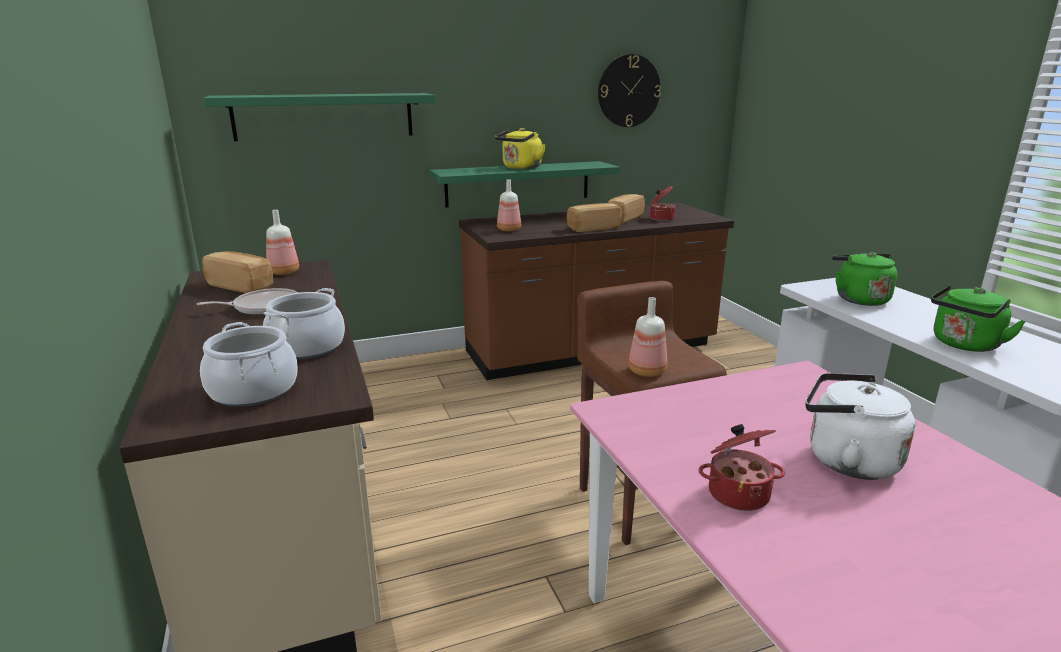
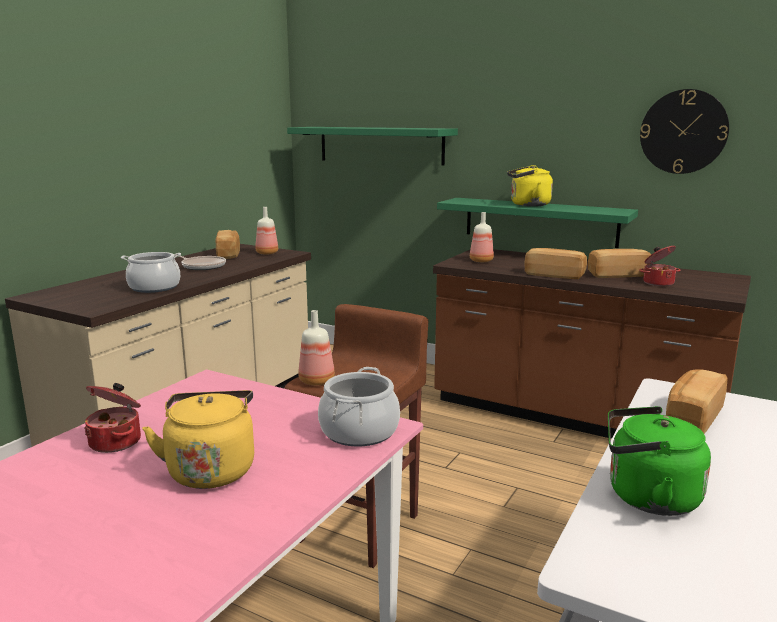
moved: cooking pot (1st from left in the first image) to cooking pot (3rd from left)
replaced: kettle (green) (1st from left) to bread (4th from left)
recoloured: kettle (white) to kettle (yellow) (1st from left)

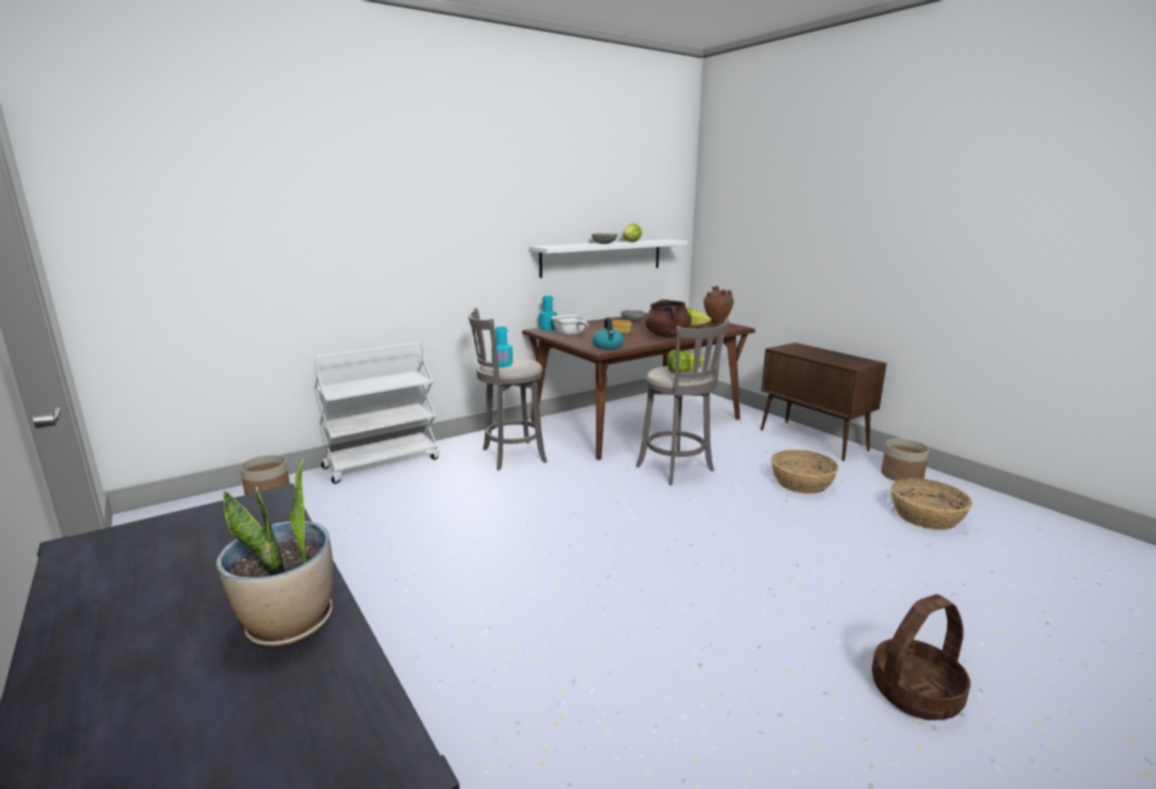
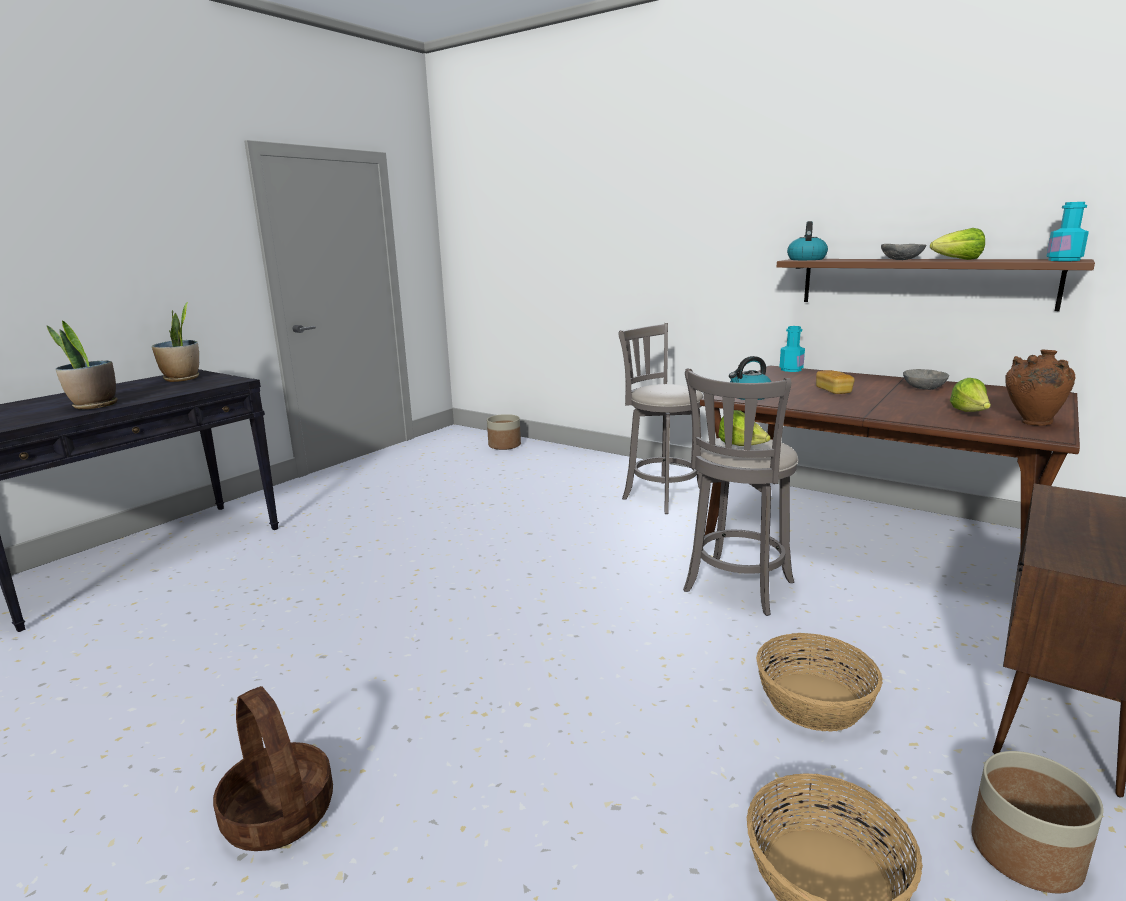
removed: cooking pot (brown); frying pan; cart (white)
added: kettle (2nd from left); potted plant (2nd from left)
moved: bottle (turquoise) (1st from left in the first image) to bottle (turquoise) (2nd from left)
recoloured: shelf (white) to shelf (brown)

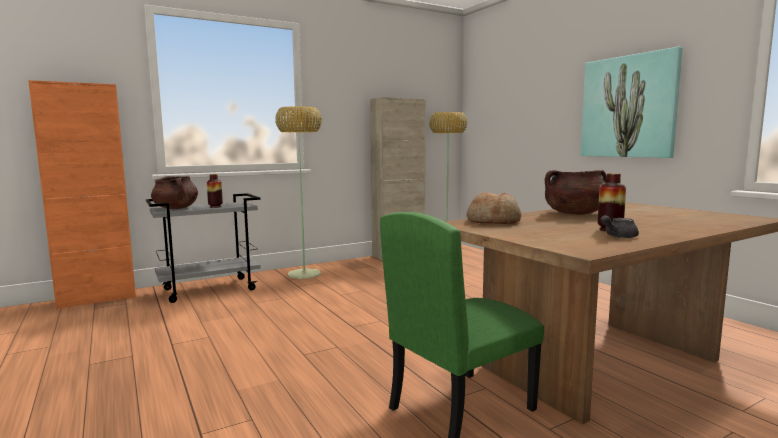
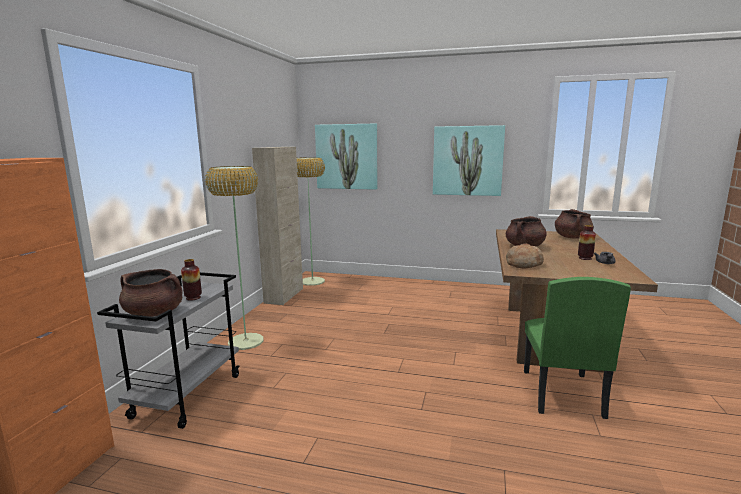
added: picture (1st from left); cooking pot (brown) (3rd from left)

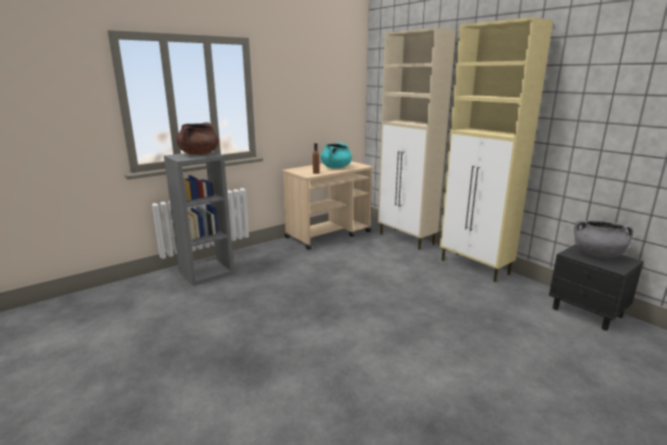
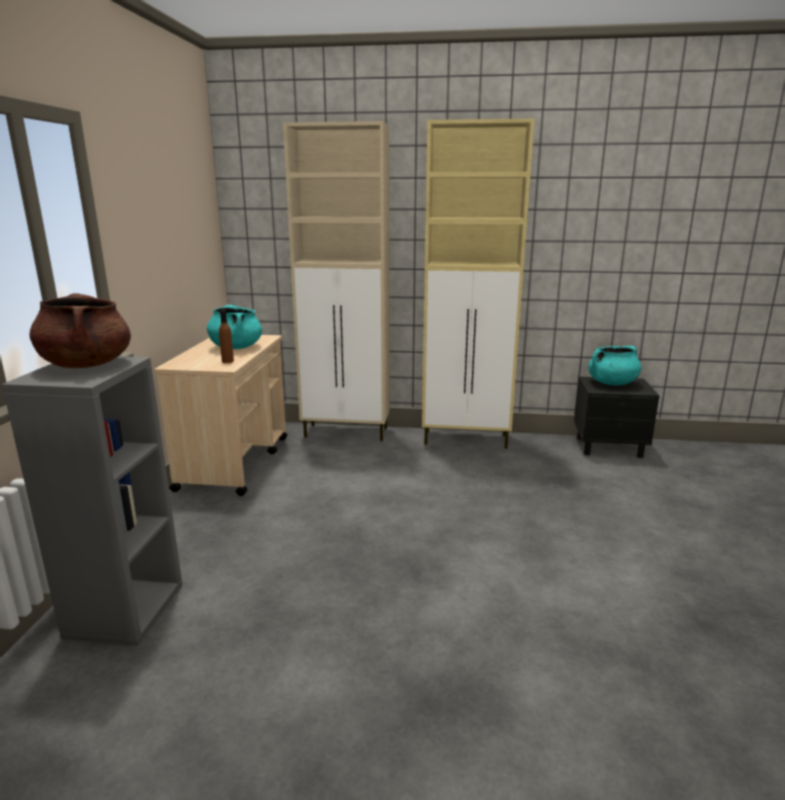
recoloured: cooking pot (grey) to cooking pot (turquoise) (2nd from left)

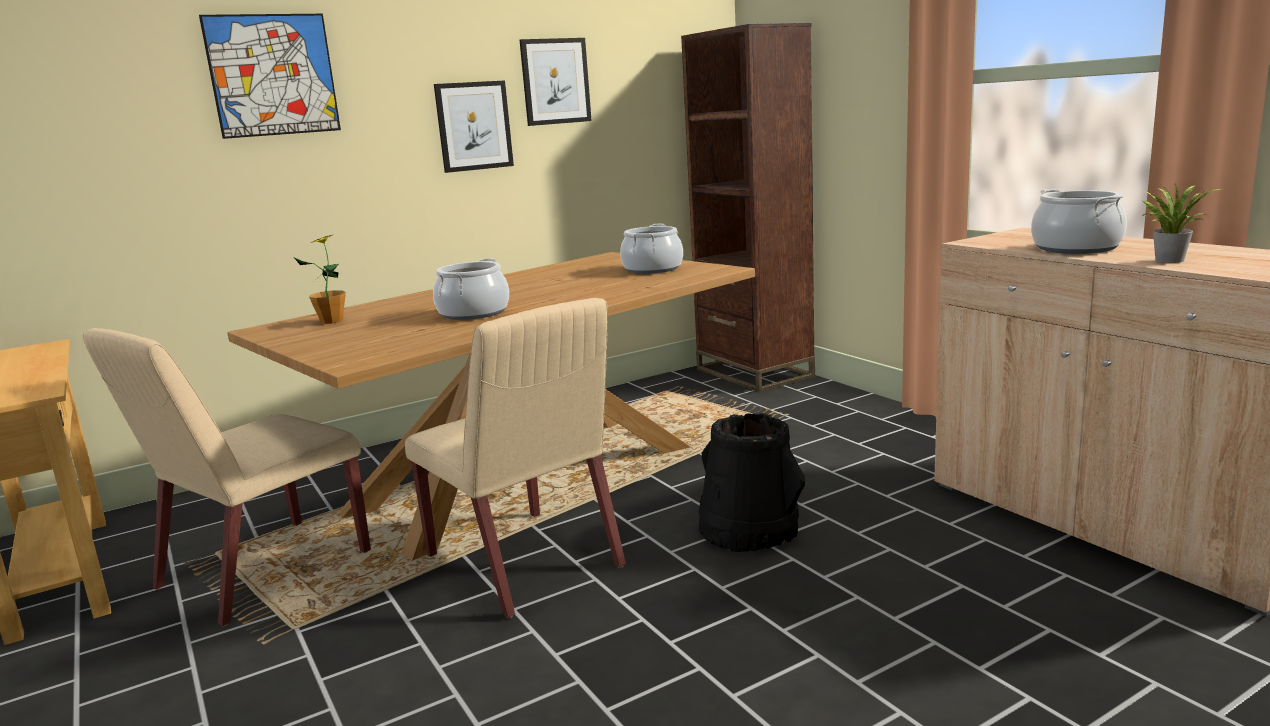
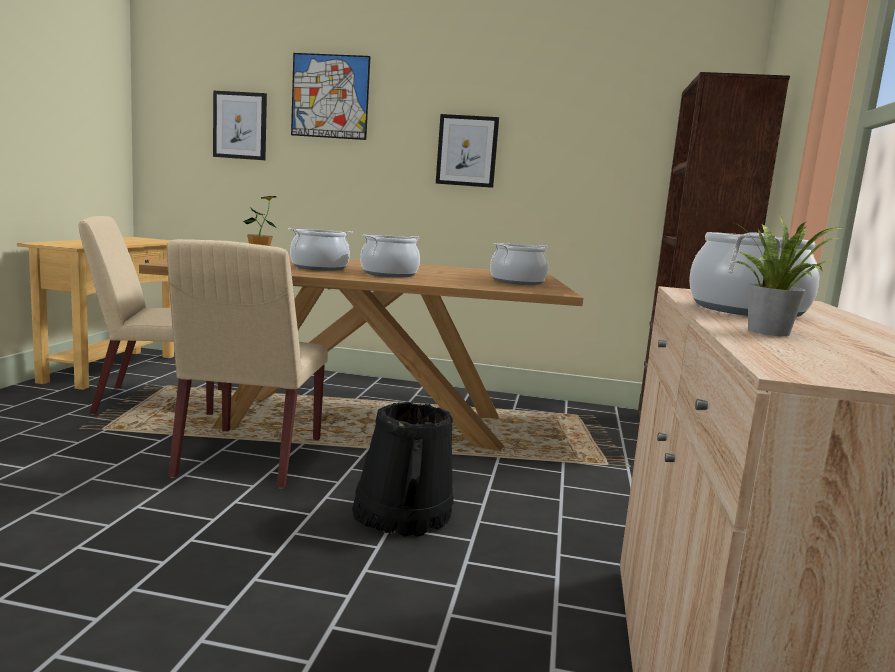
added: cooking pot (2nd from left)
moved: picture (3rd from left in the first image) to picture (1st from left)

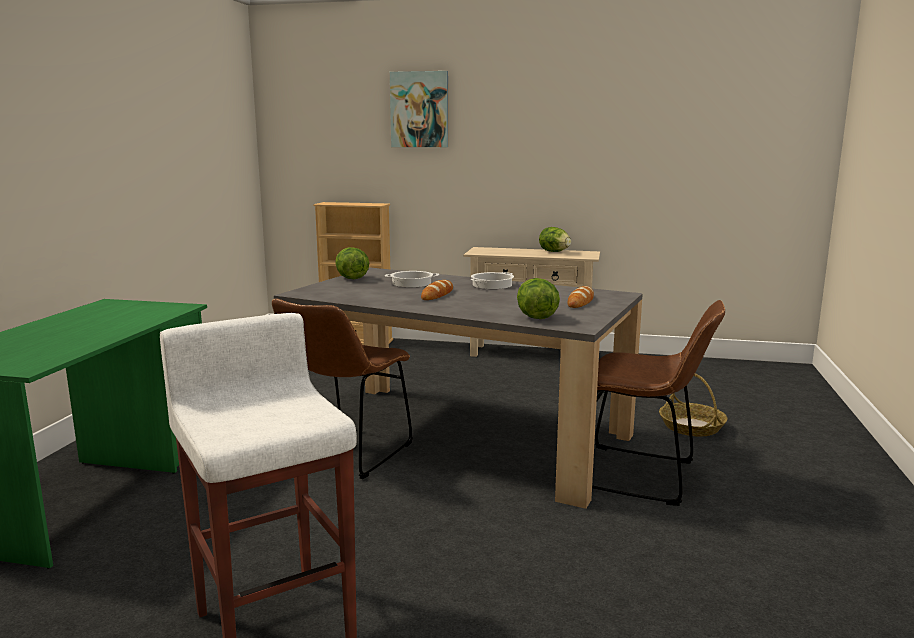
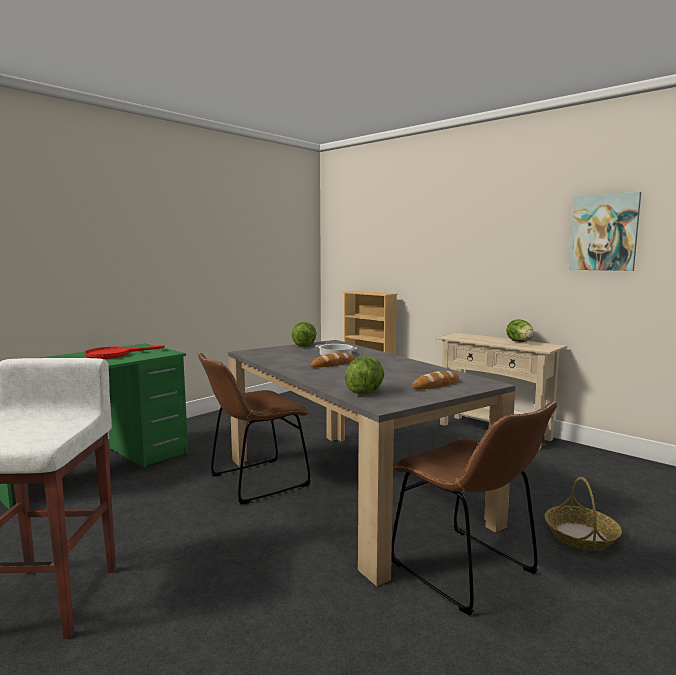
removed: cooking pot (2nd from left)
added: frying pan (red)
moved: picture

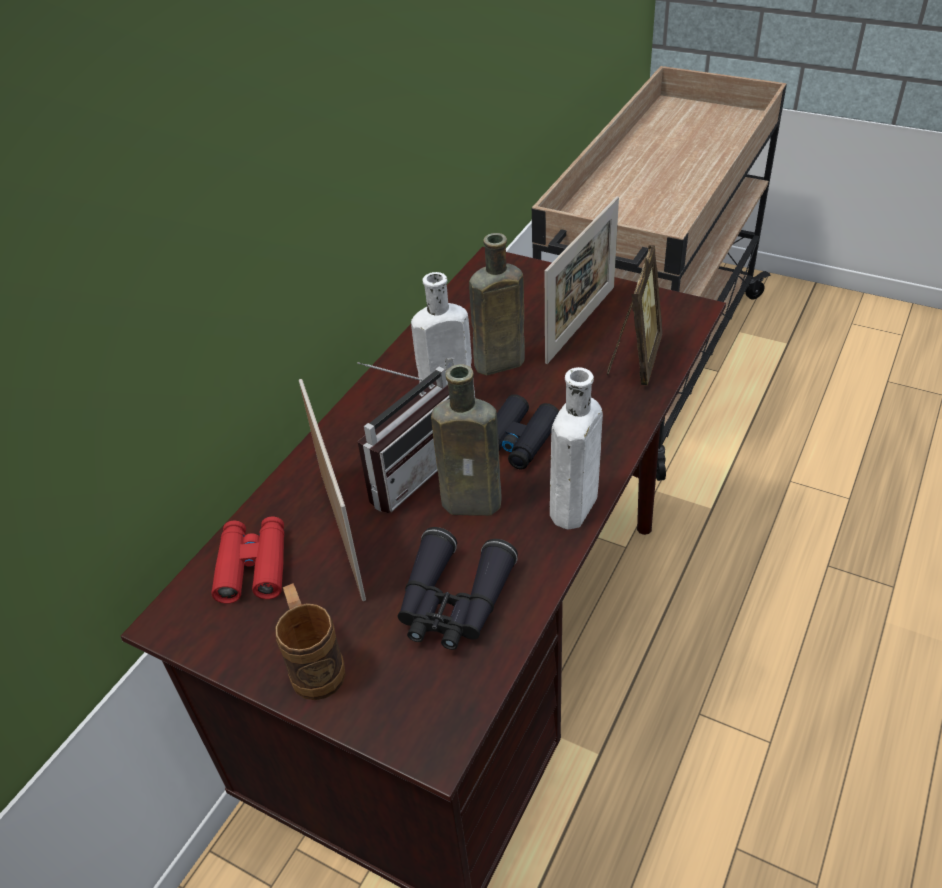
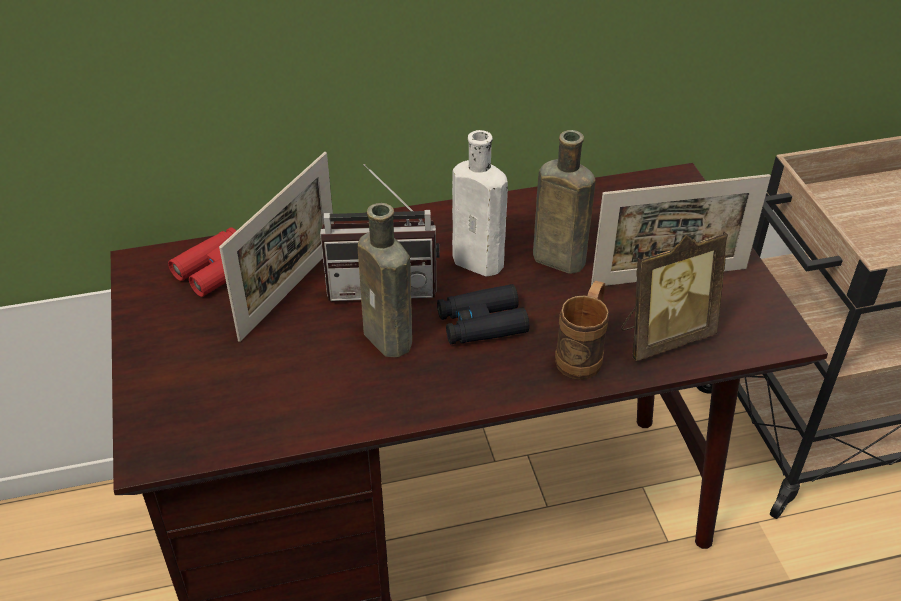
removed: bottle (white) (2nd from left); binoculars (black) (1st from left)
moved: mug (brown)

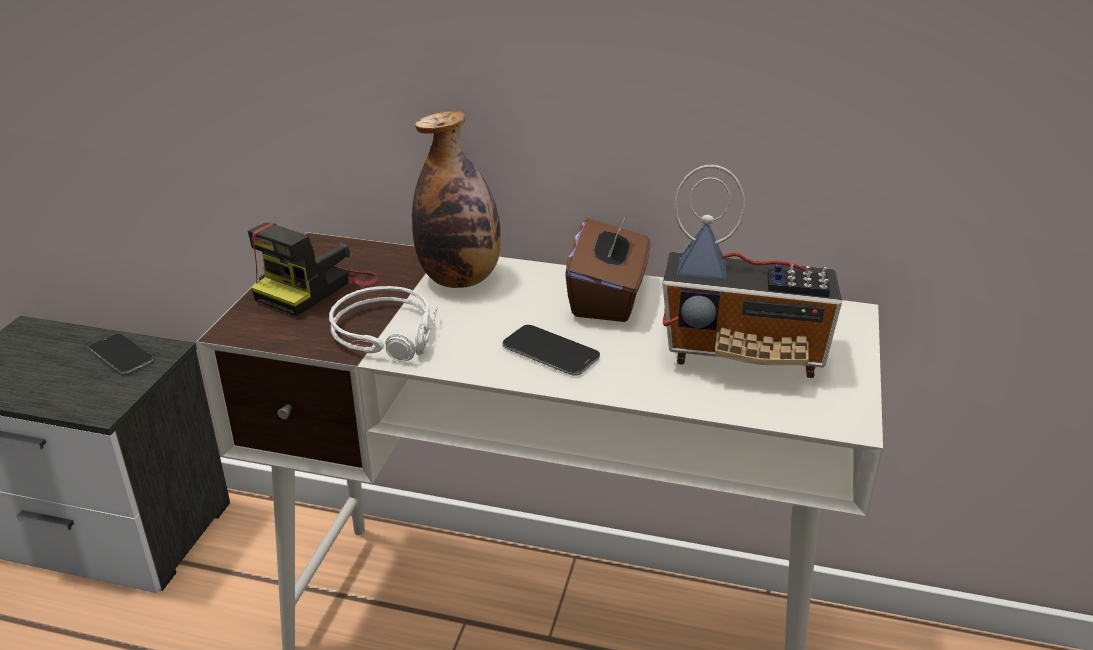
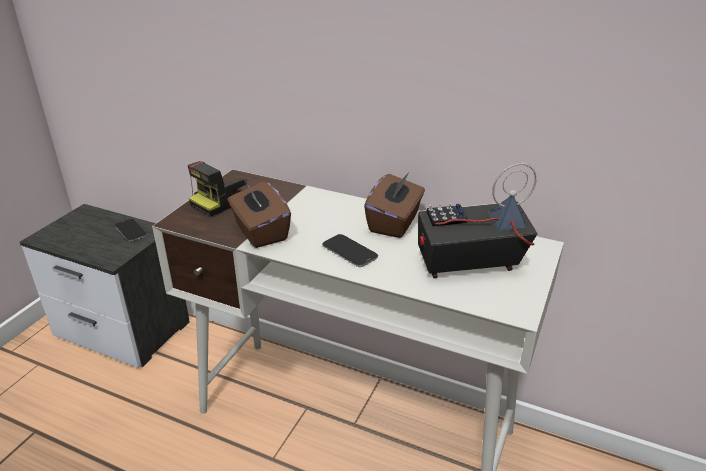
removed: bottle
replaced: headphones (grey) to tissue box (brown) (1st from left)
turned: radio 150 degrees clockwise

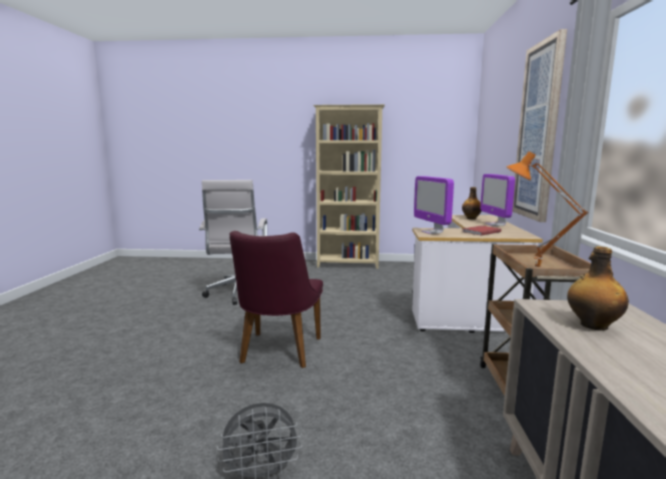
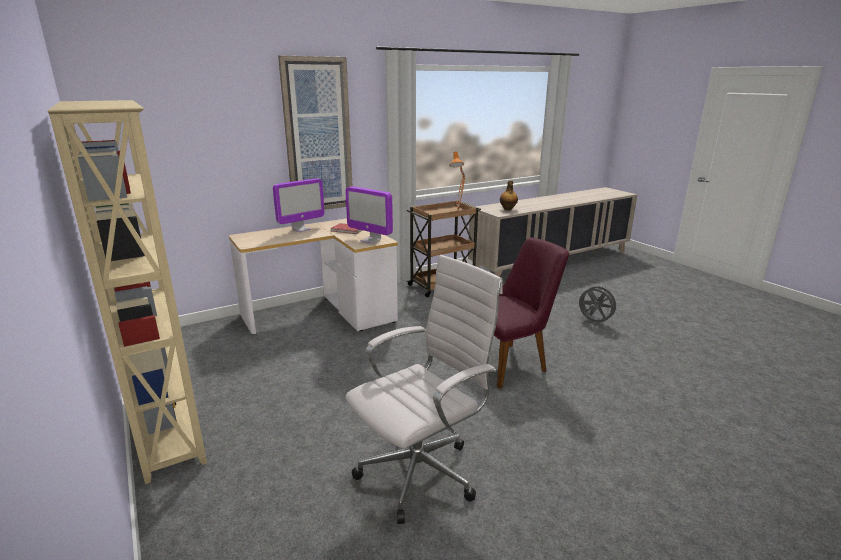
removed: bottle (1st from left)
turned: monitor (1st from left in the first image) 90 degrees clockwise

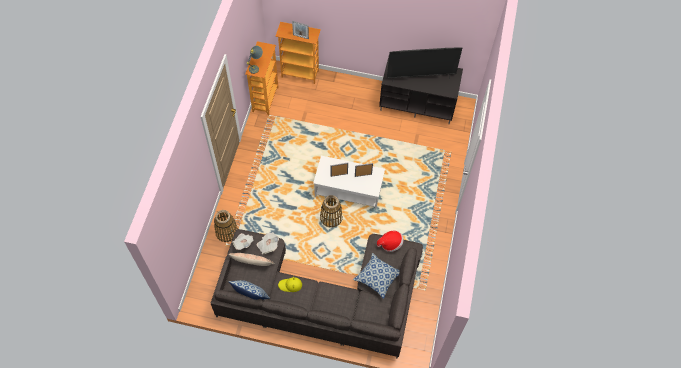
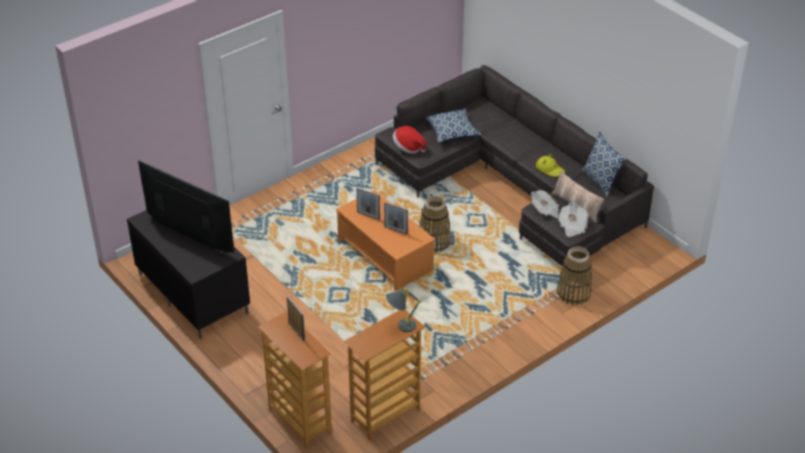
recoloured: coffee table (white) to coffee table (orange)

